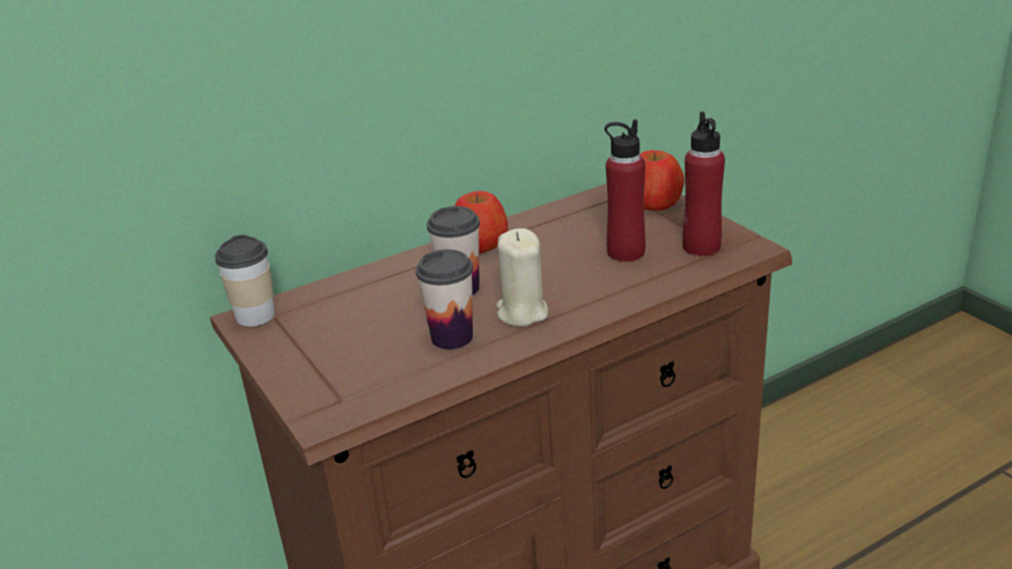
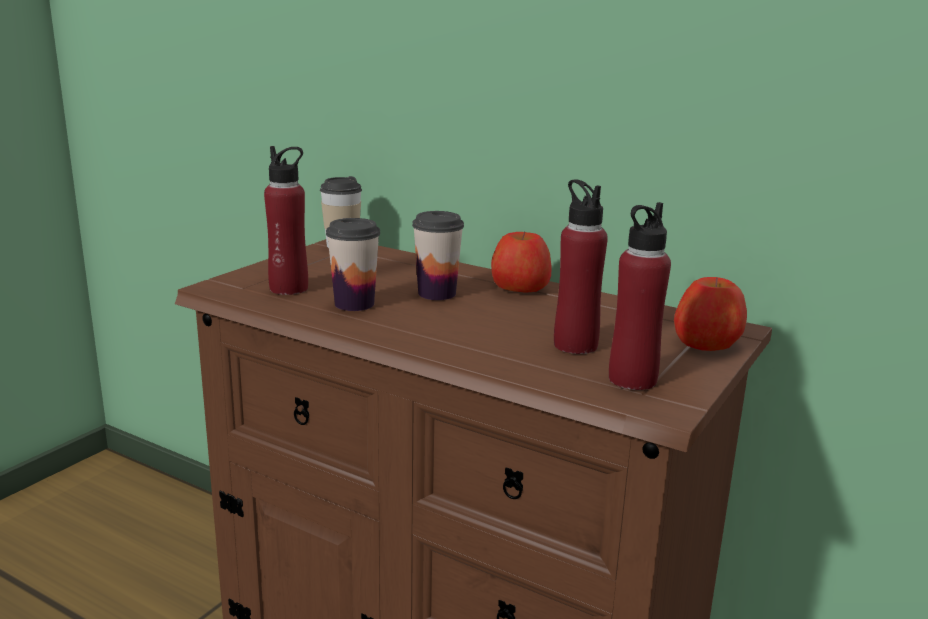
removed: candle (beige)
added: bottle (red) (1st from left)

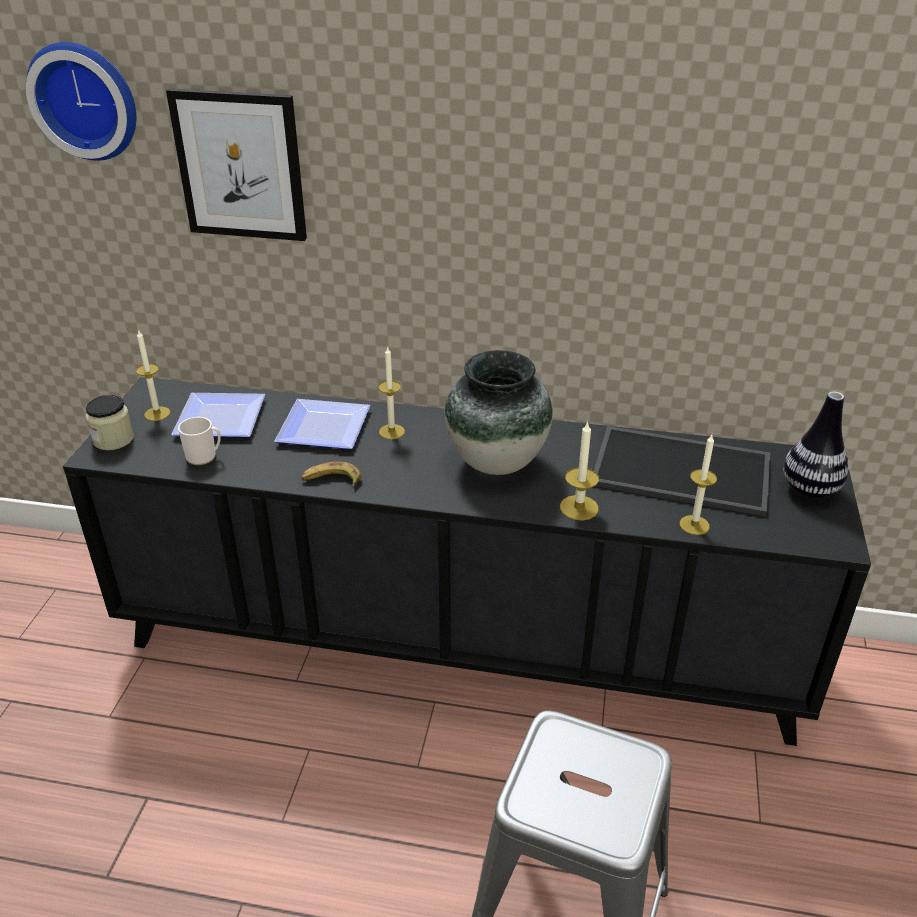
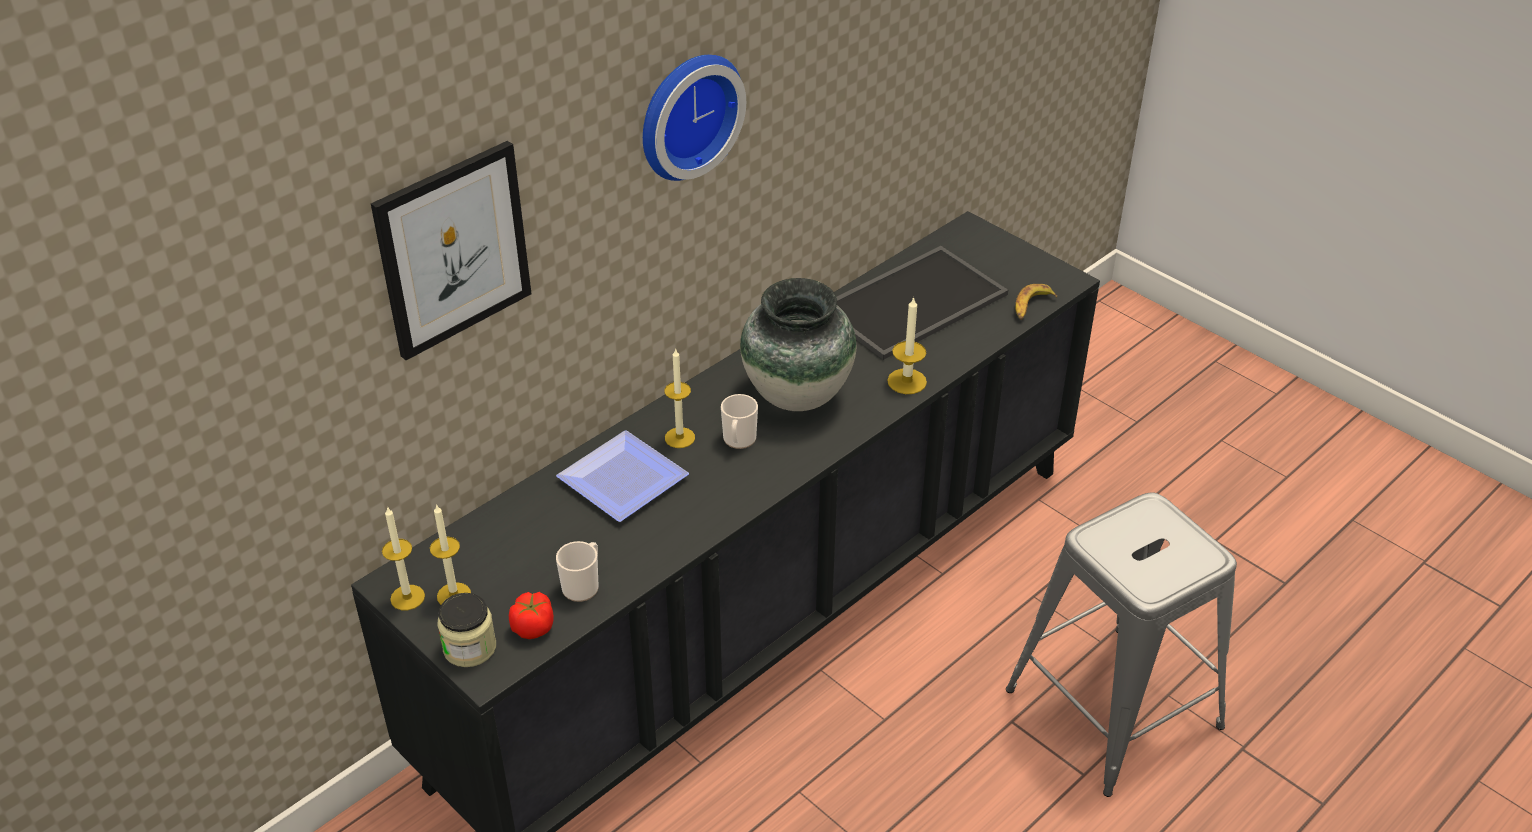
removed: vase (2nd from left); plate (1st from left)
added: mug (2nd from left); tomato
moved: wall clock; candle (4th from left in the first image) to candle (1st from left); banana

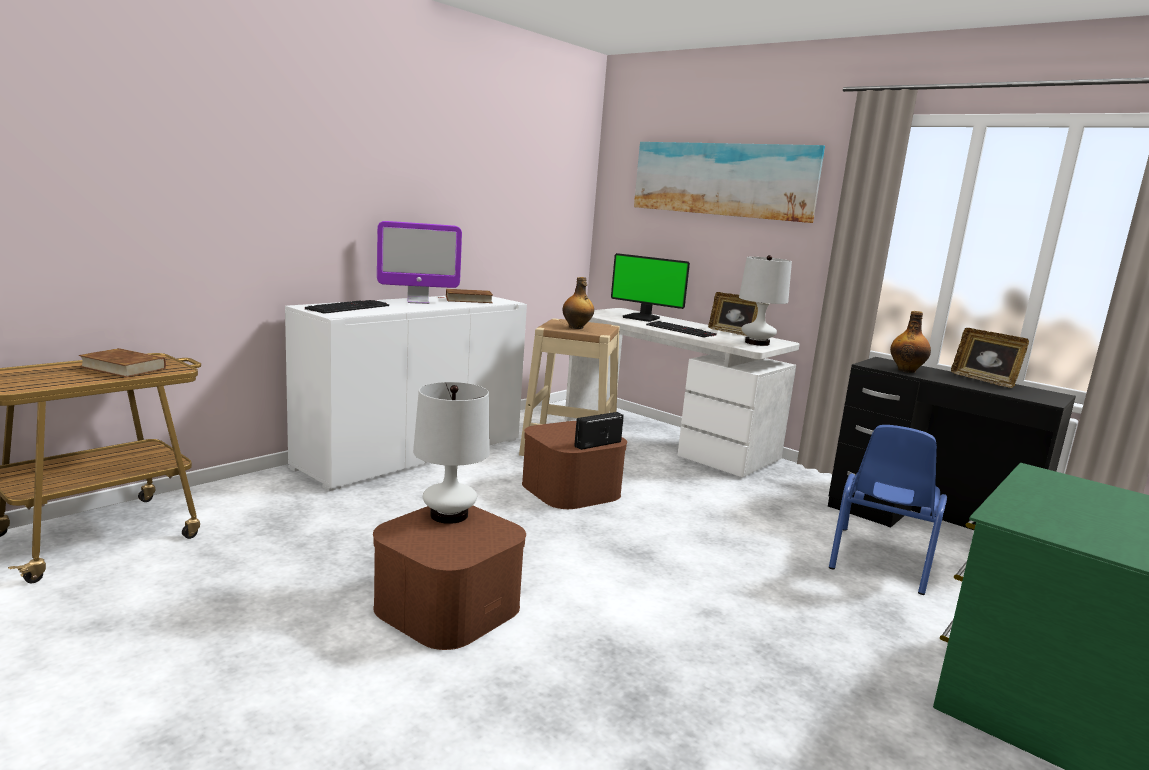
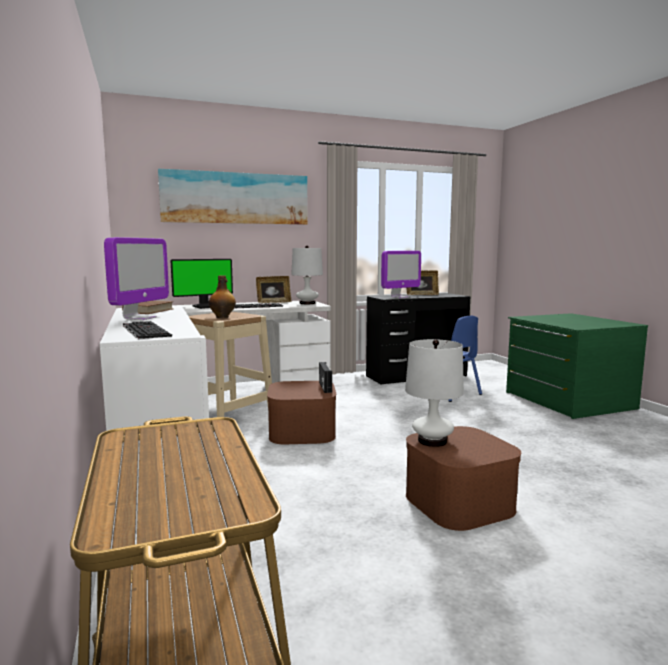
removed: book (brown) (1st from left)
replaced: bottle (2nd from left) to monitor (3rd from left)

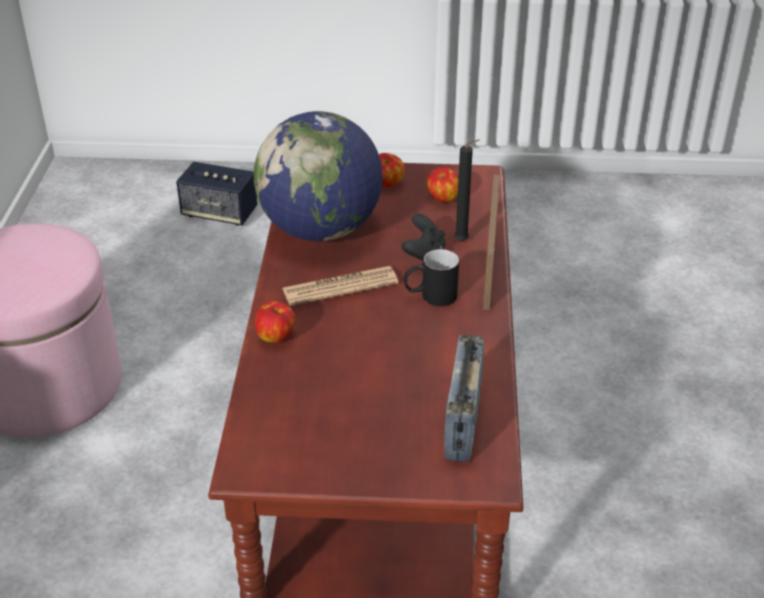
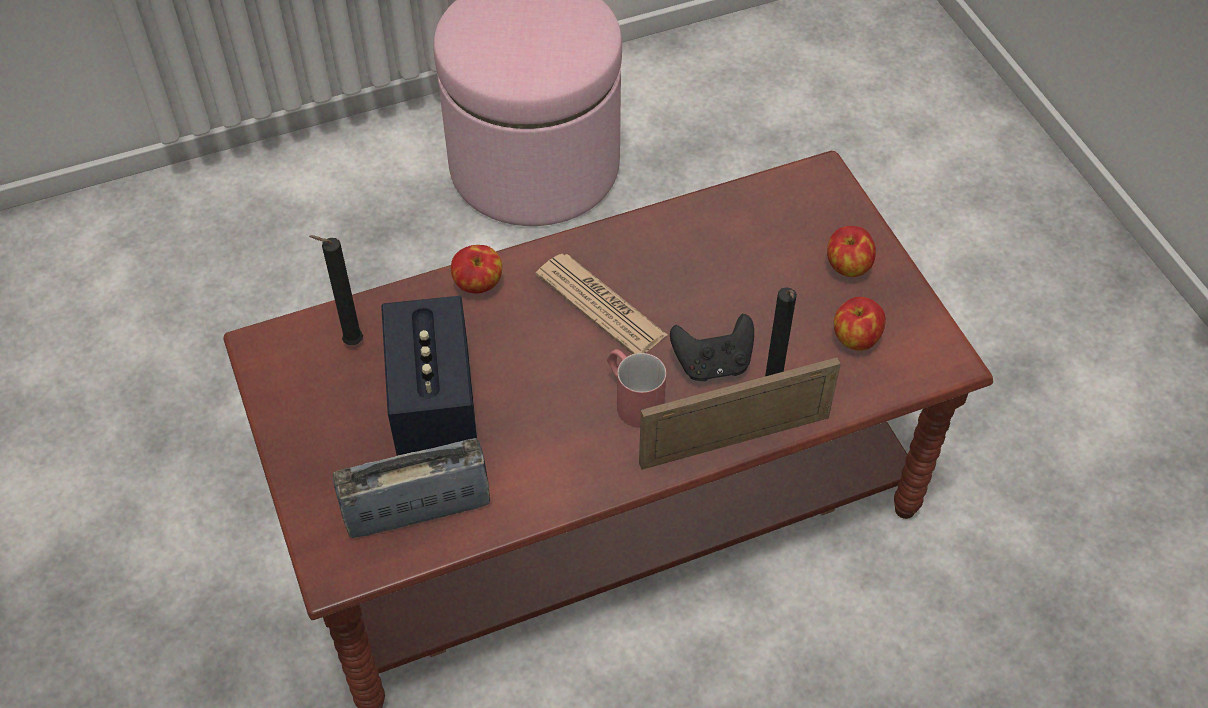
removed: globe
added: candle (black) (1st from left)
moved: speaker
recoloured: mug (black) to mug (red)

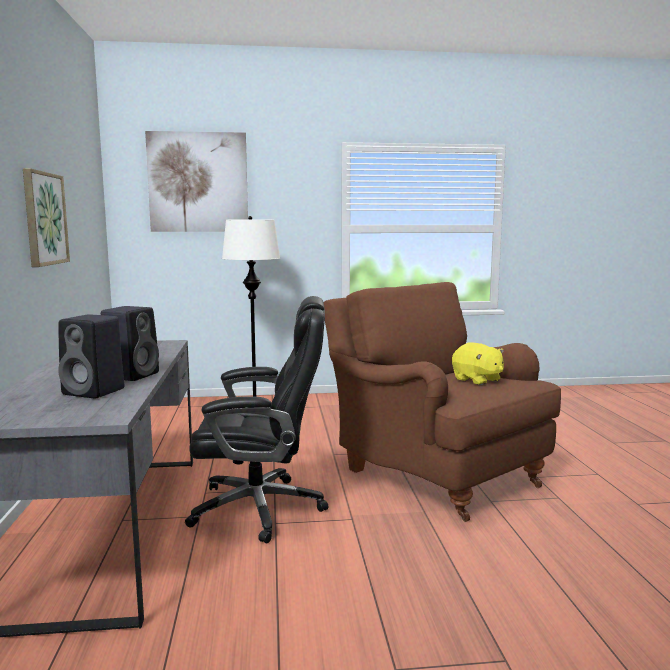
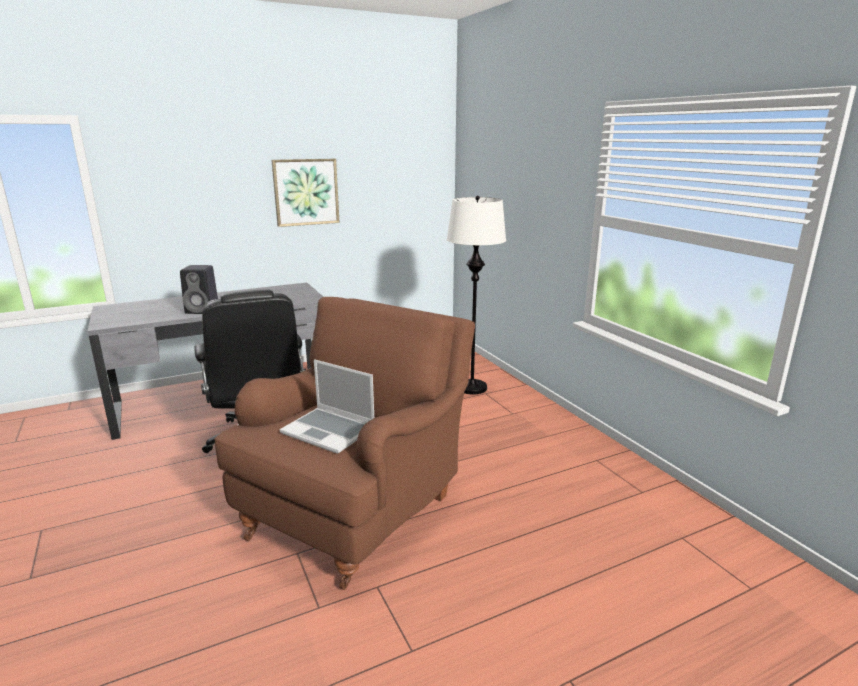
removed: picture (2nd from left); speaker (black) (1st from left)
replaced: plush toy (yellow) to laptop

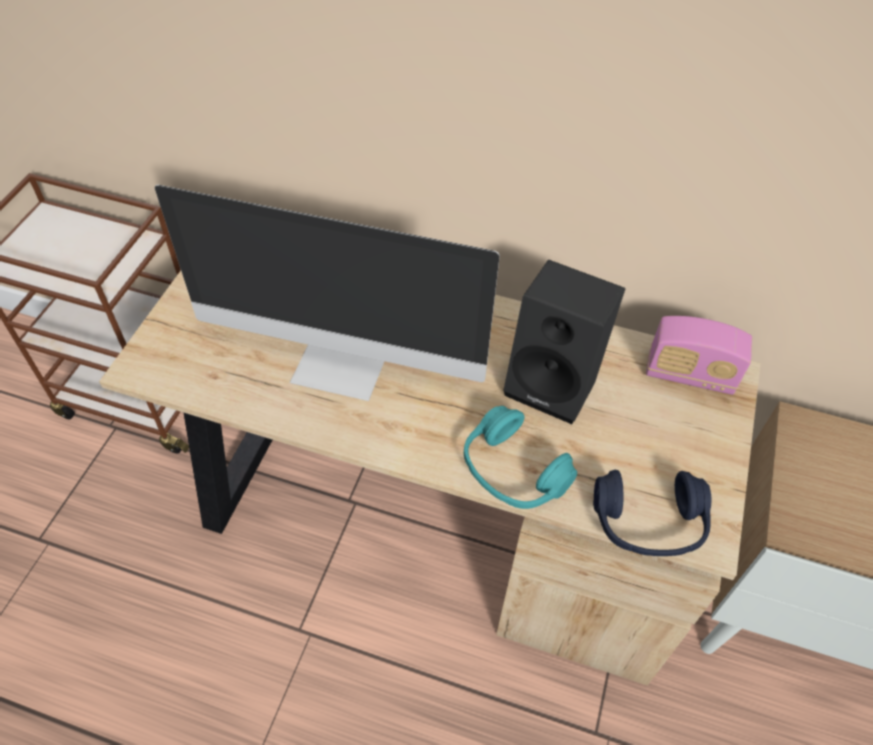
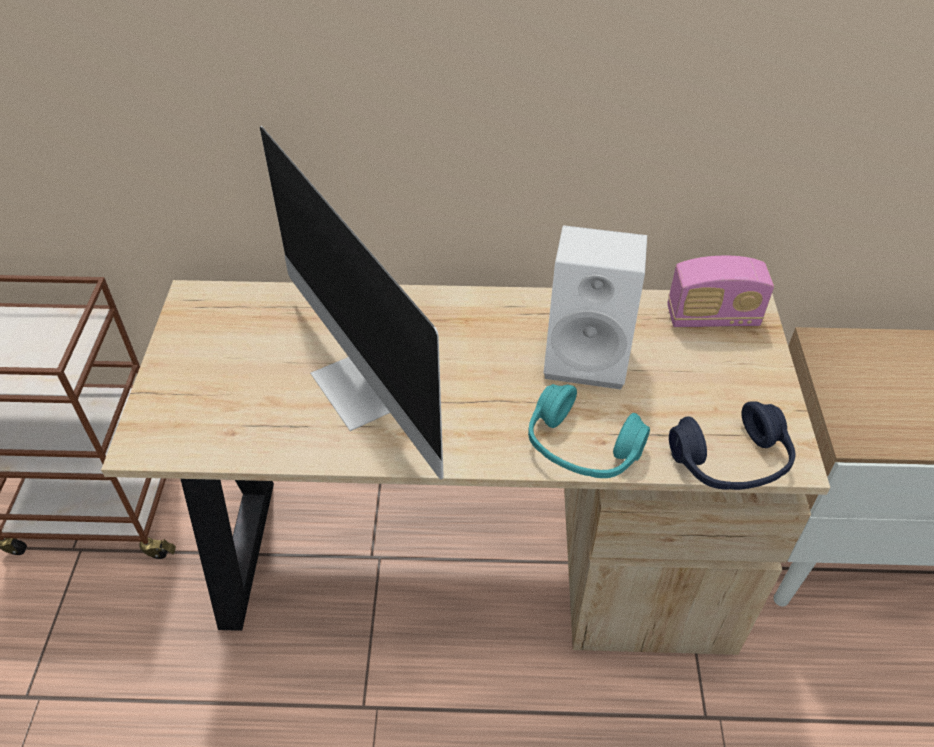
recoloured: speaker (black) to speaker (white)
turned: monitor 60 degrees clockwise

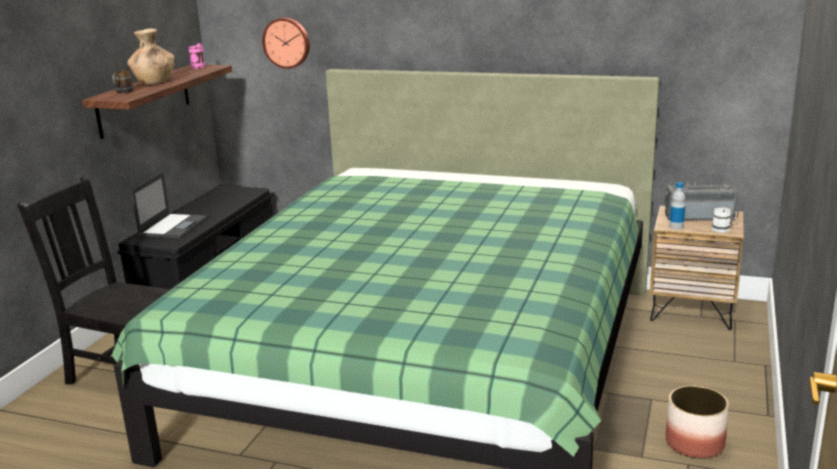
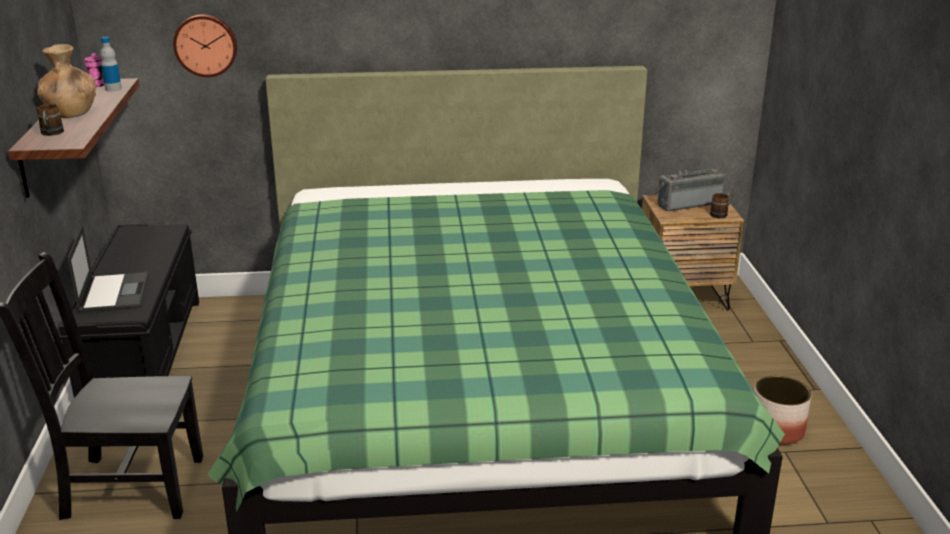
moved: bottle
recoloured: mug (white) to mug (brown) (2nd from left)

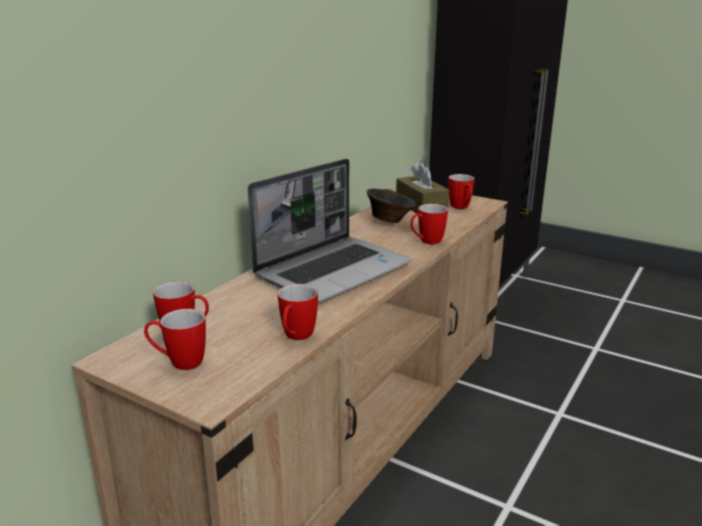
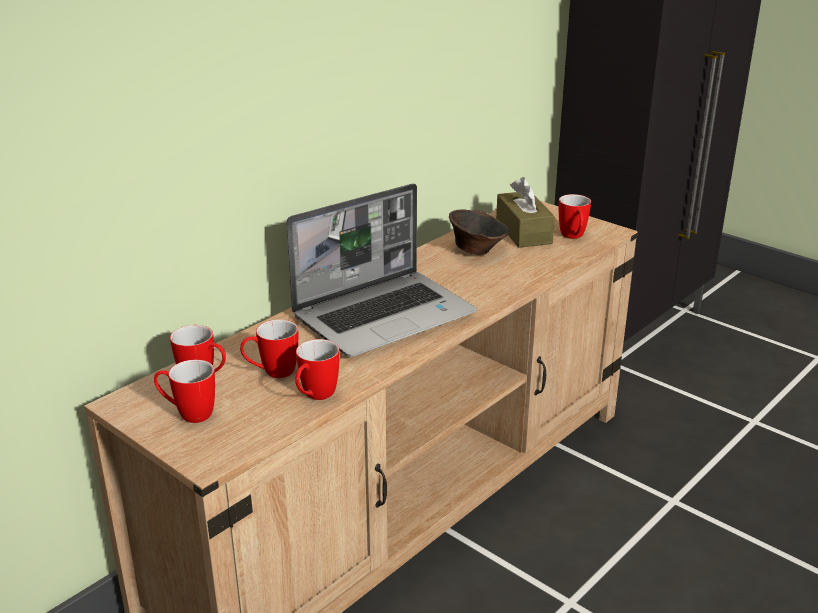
moved: mug (4th from left in the first image) to mug (3rd from left)

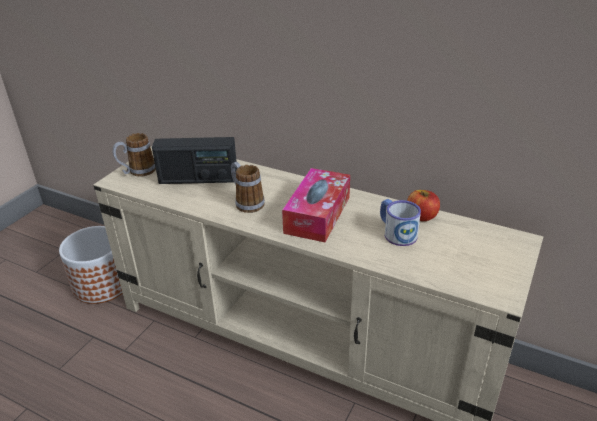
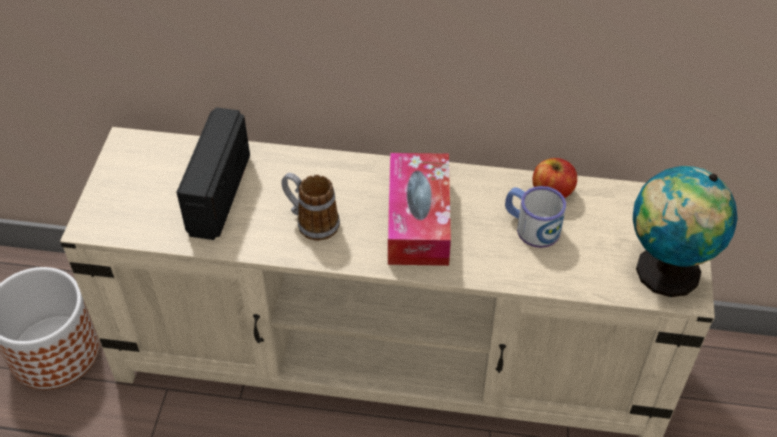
removed: mug (1st from left)
added: globe
turned: radio 120 degrees clockwise

